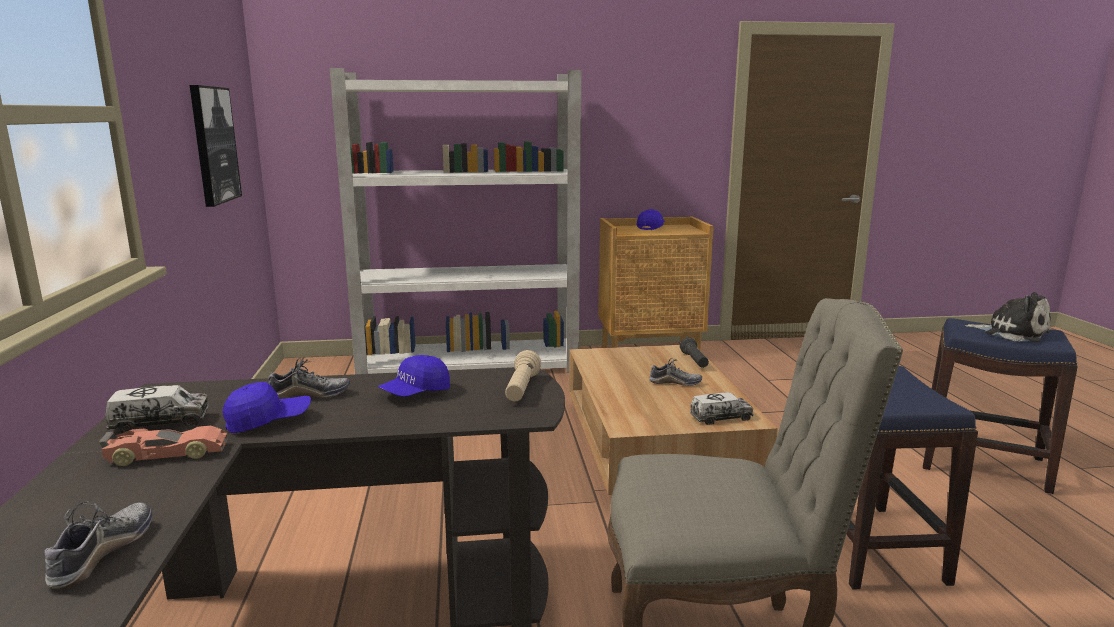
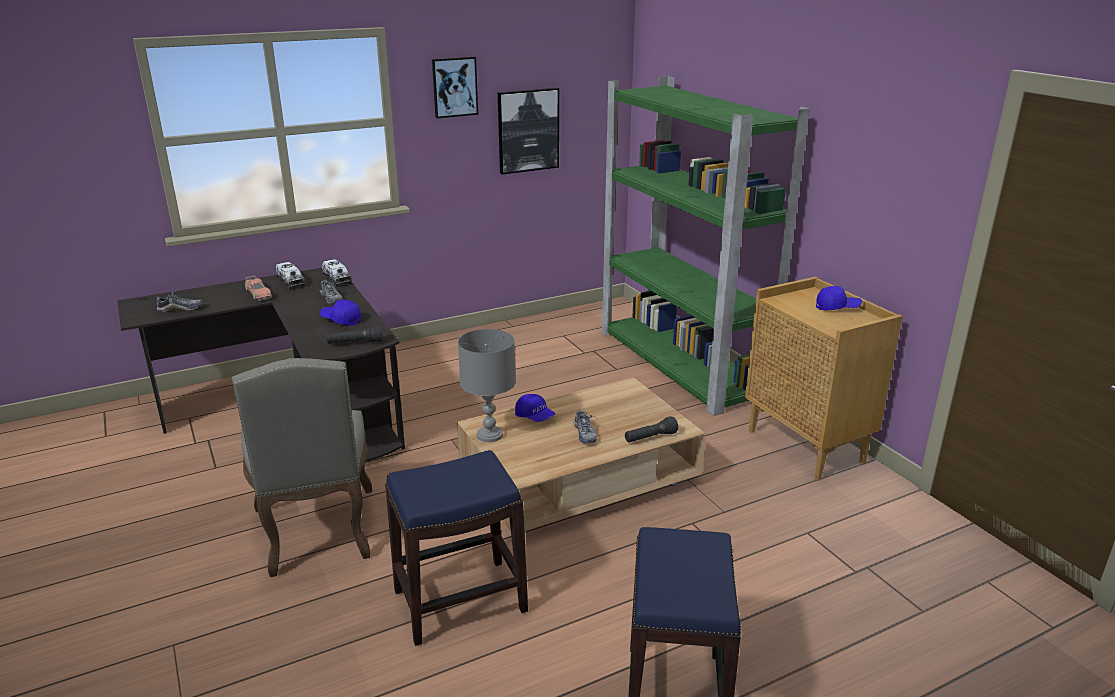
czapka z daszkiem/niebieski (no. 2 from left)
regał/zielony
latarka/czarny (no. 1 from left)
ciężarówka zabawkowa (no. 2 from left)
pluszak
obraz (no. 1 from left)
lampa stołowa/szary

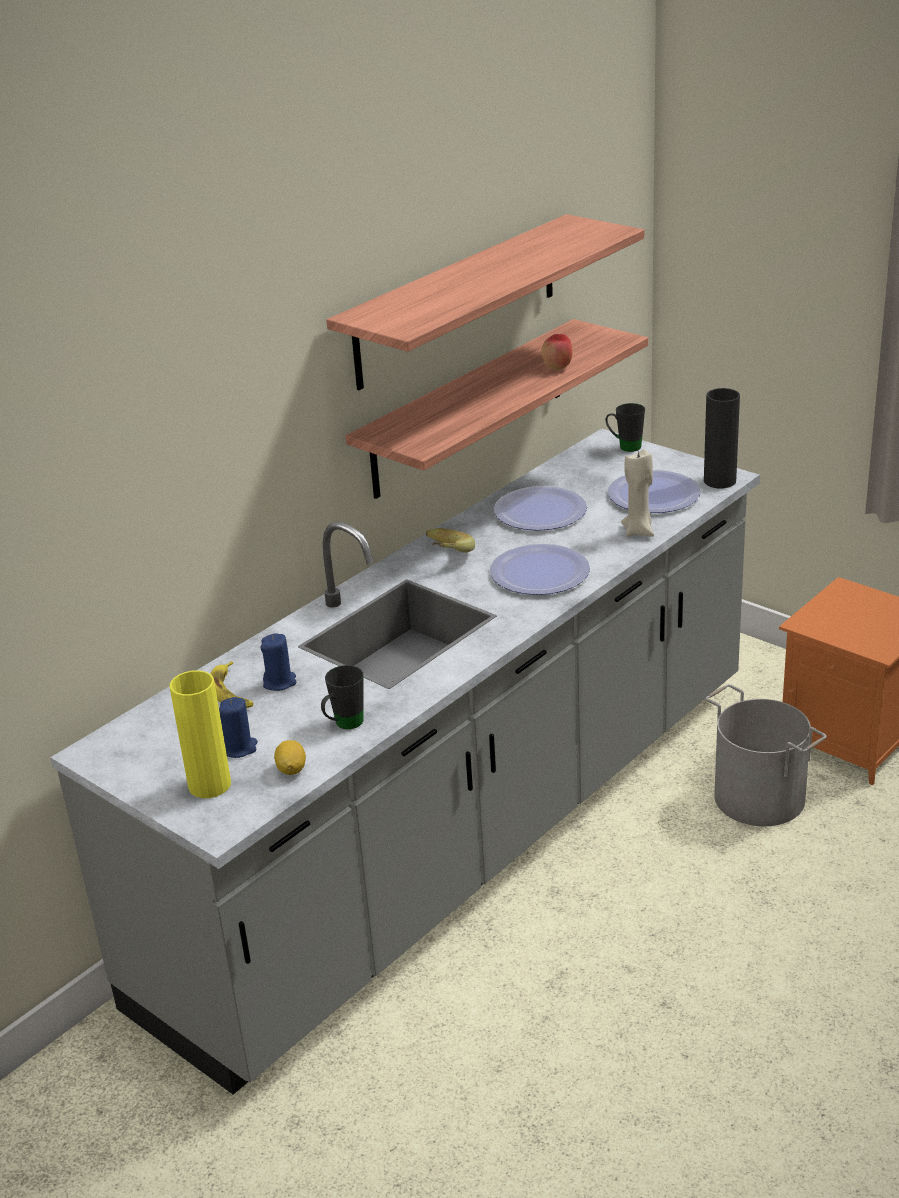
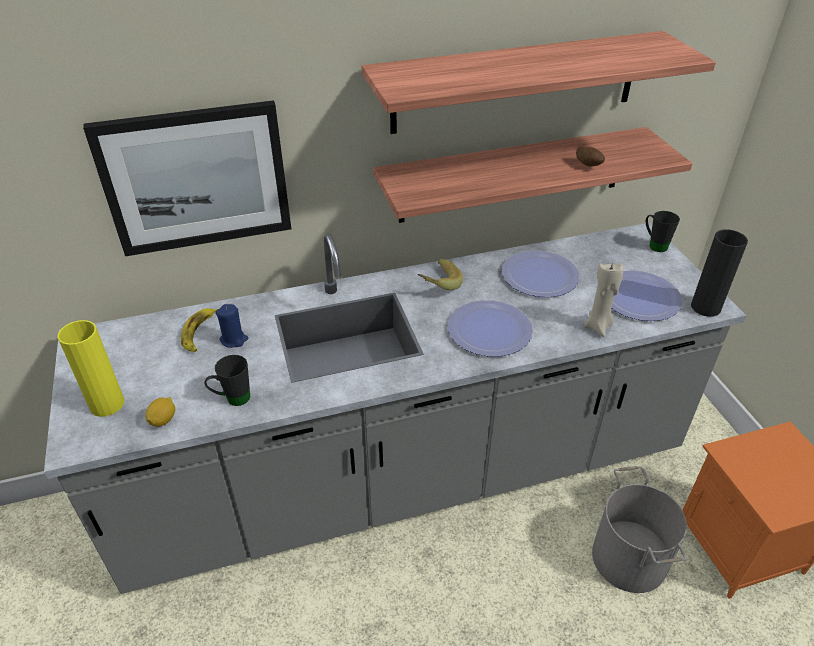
świeca/niebieski (no. 1 from left in the first image)
ziemniak
obraz

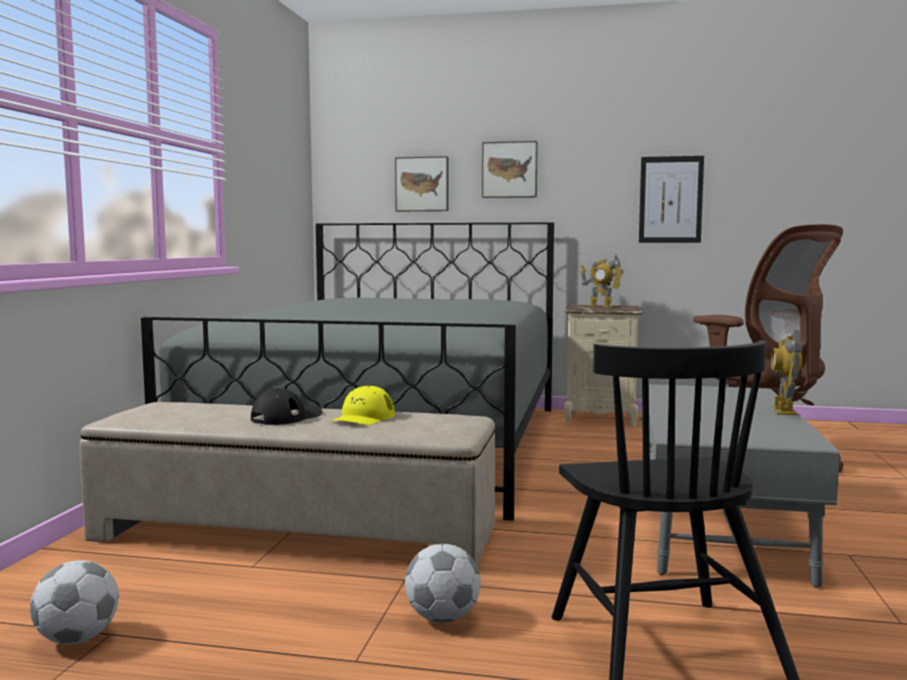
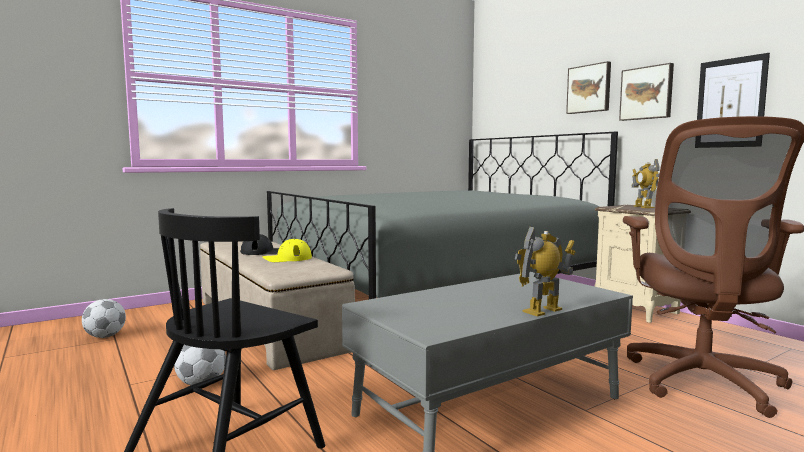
obraz (no. 2 from left)

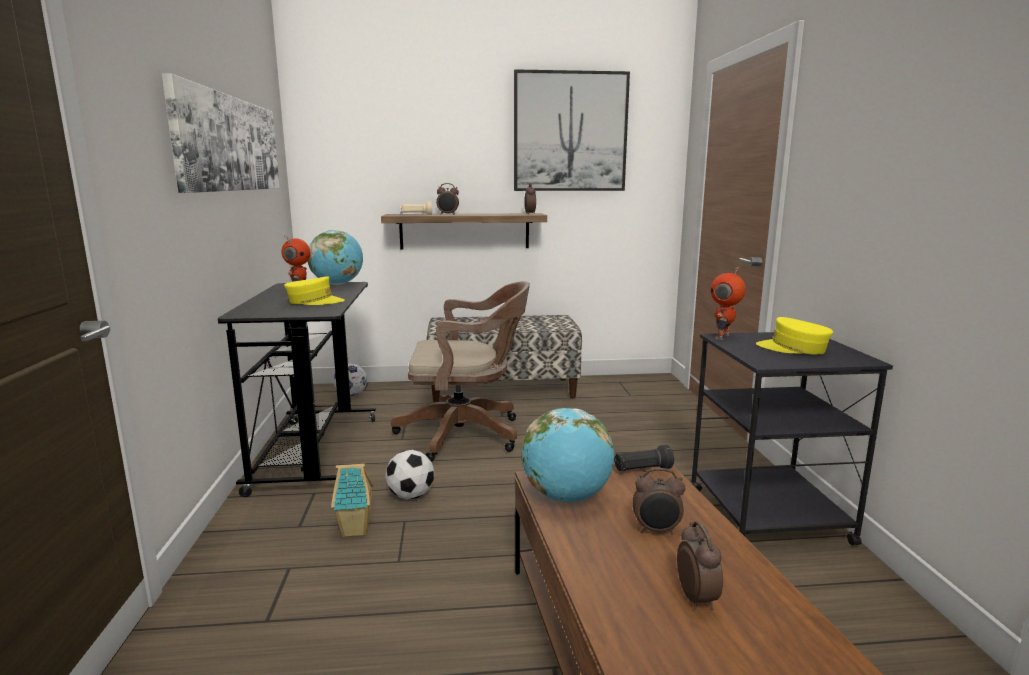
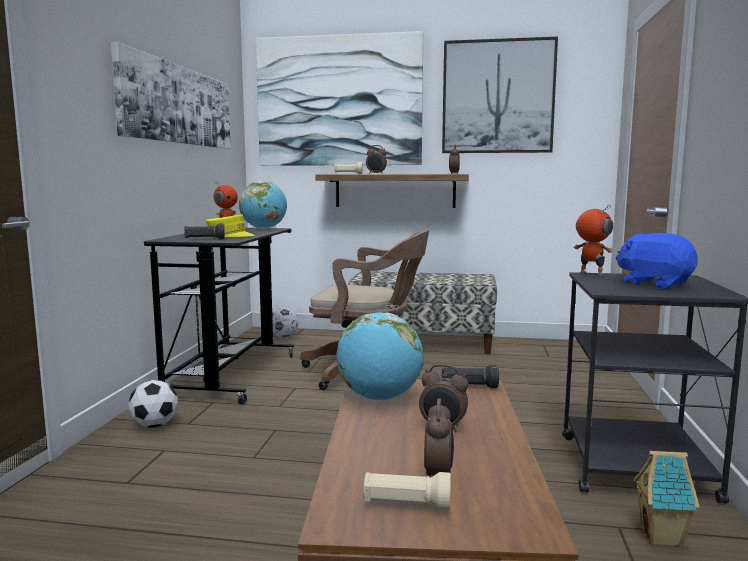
domek
piłka futbolowa (no. 1 from left)
robot zabawkowy (no. 2 from left)
pluszak/niebieski
latarka/czarny (no. 1 from left)
obraz (no. 2 from left)
latarka/beżowy (no. 2 from left)

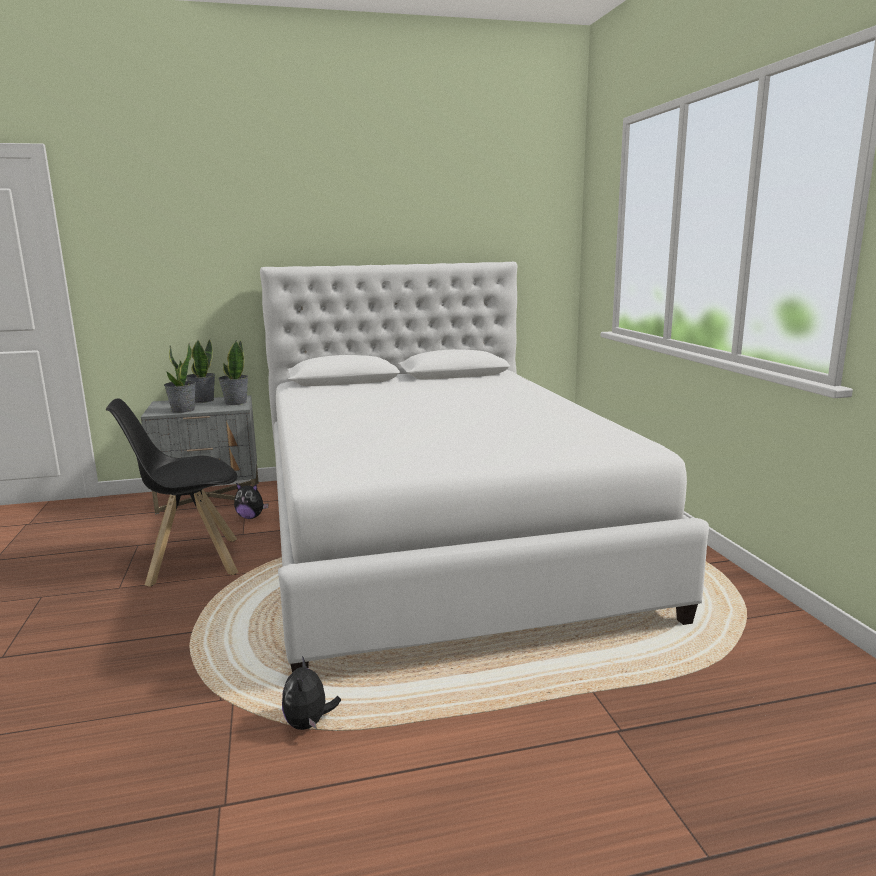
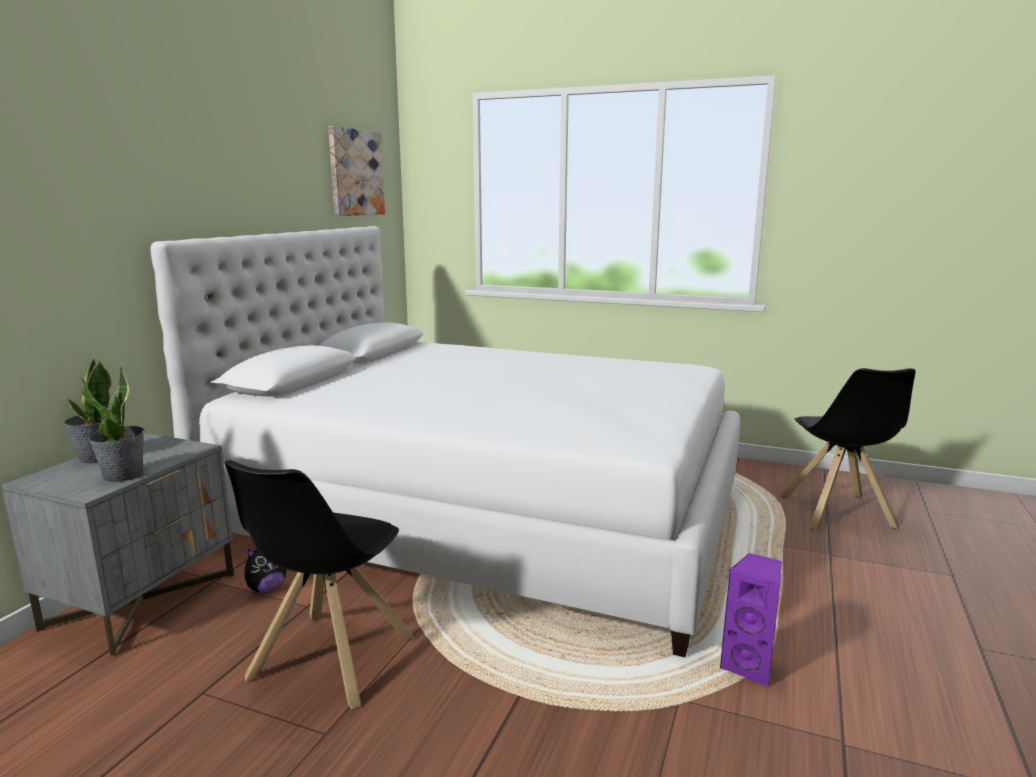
roślina doniczkowa (no. 3 from left in the first image)
głośnik/fioletowy
obraz
krzesło/czarny (no. 2 from left)

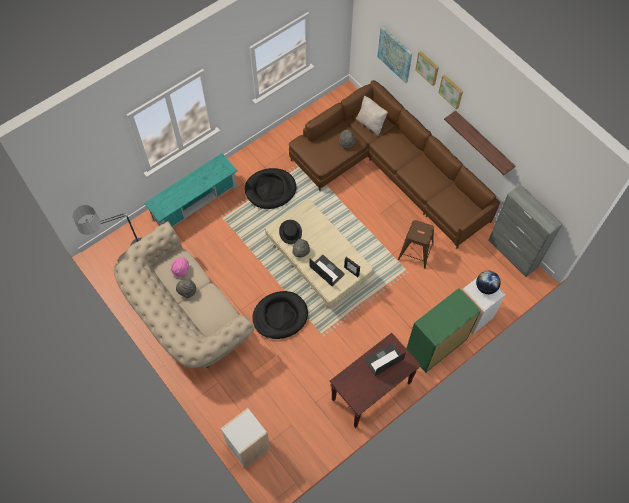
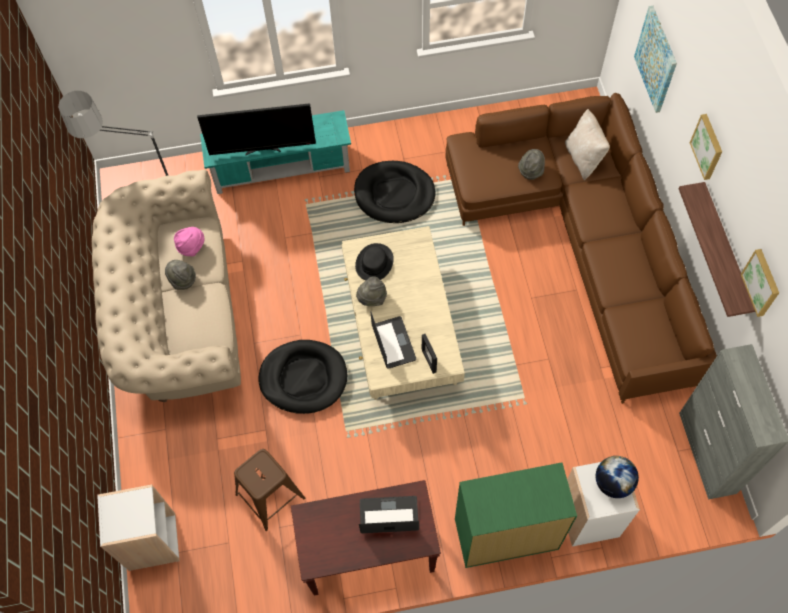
stołek/brązowy
obraz (no. 3 from left)
telewizor

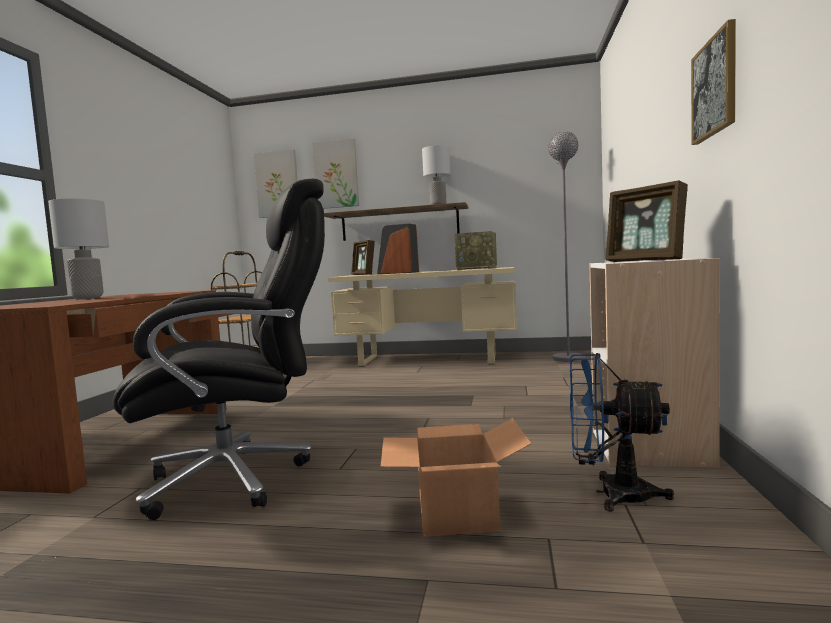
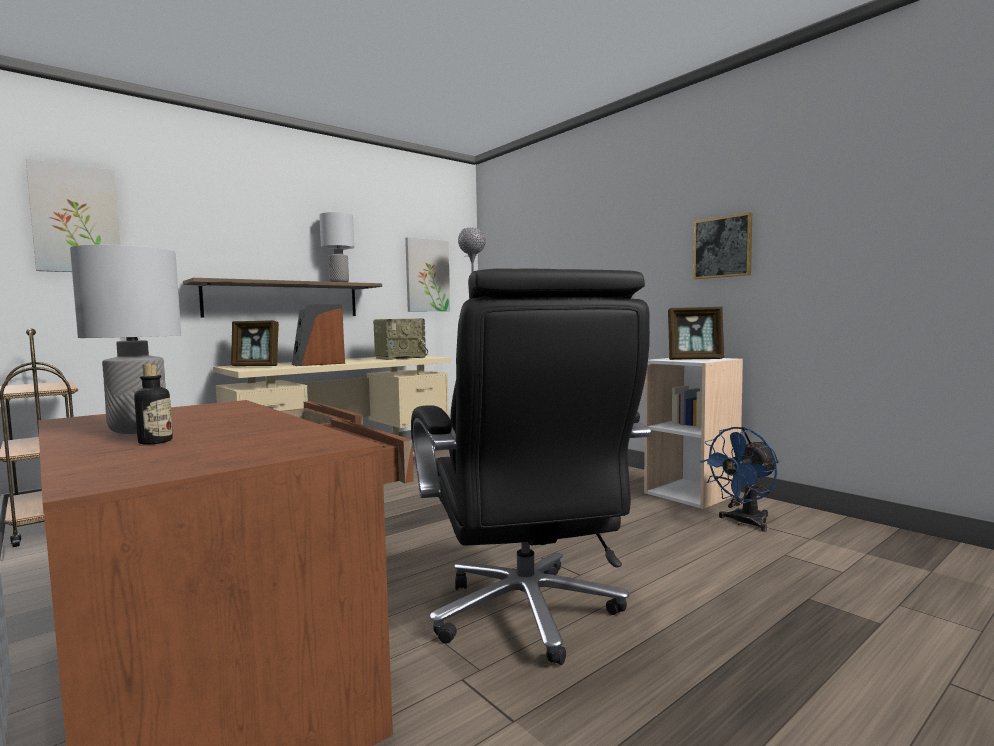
krzesło biurowe/czarny
obraz (no. 2 from left)
karton
butelka

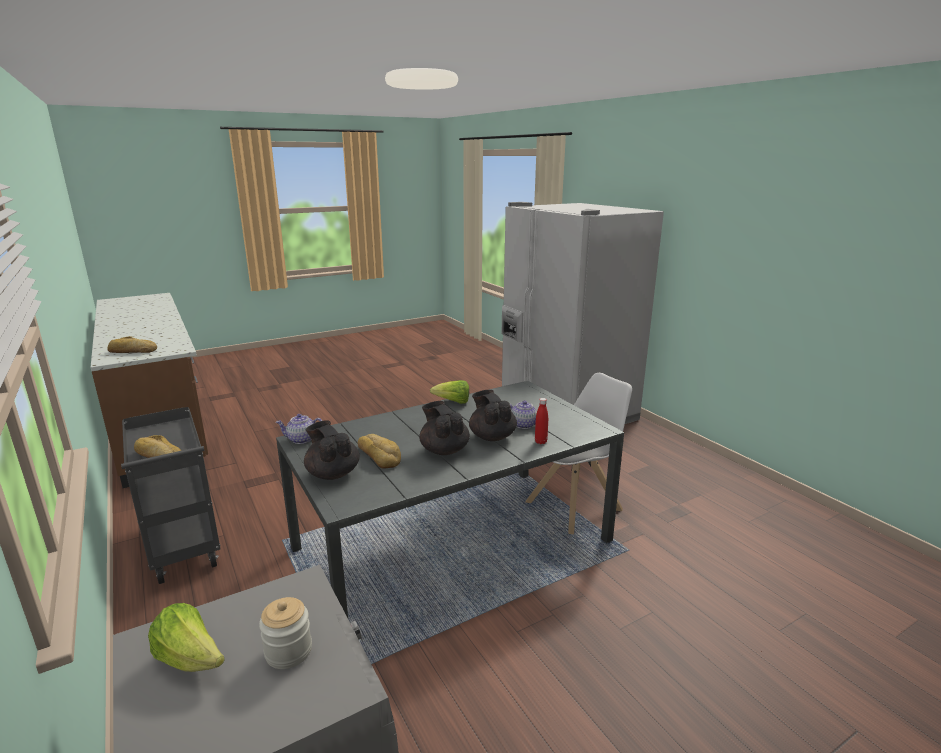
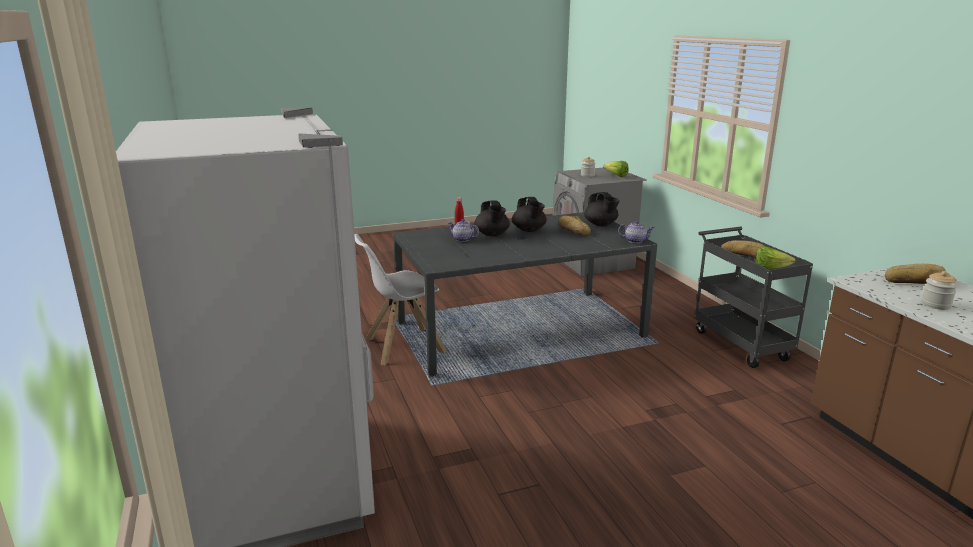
sałata (no. 2 from left)
słoik (no. 2 from left)

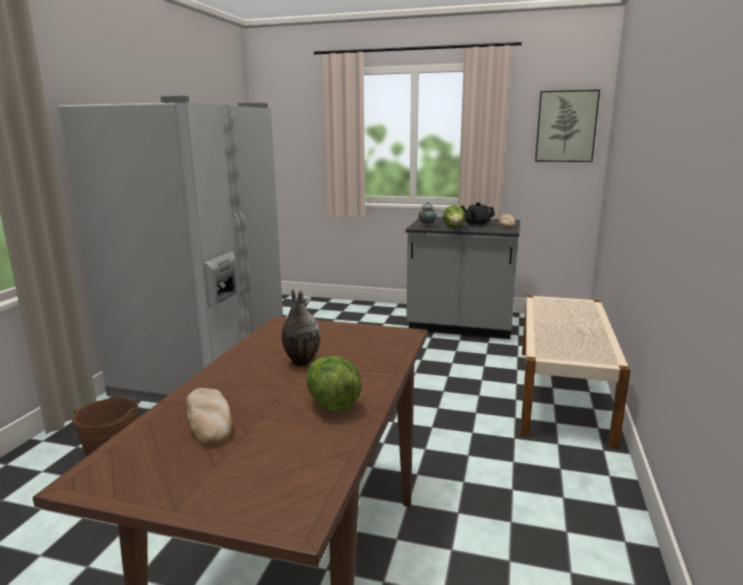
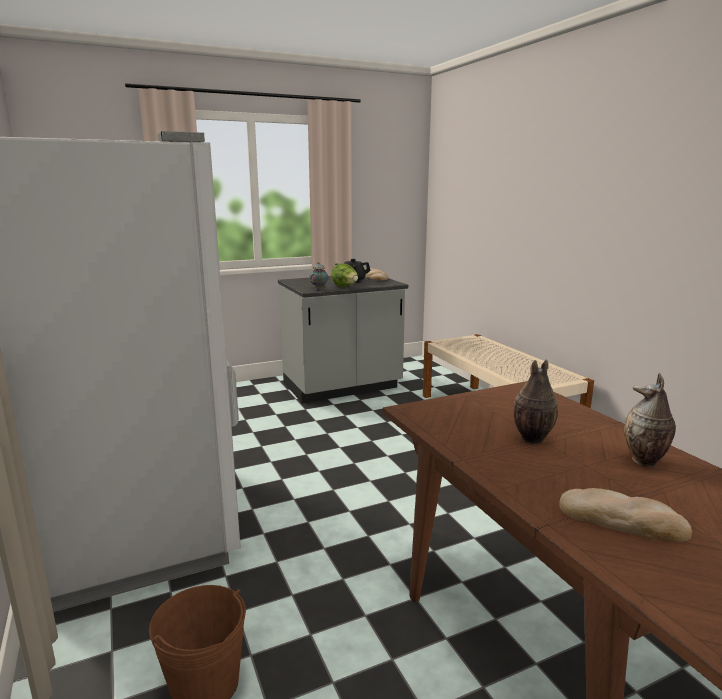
wazon (no. 2 from left)
obraz

